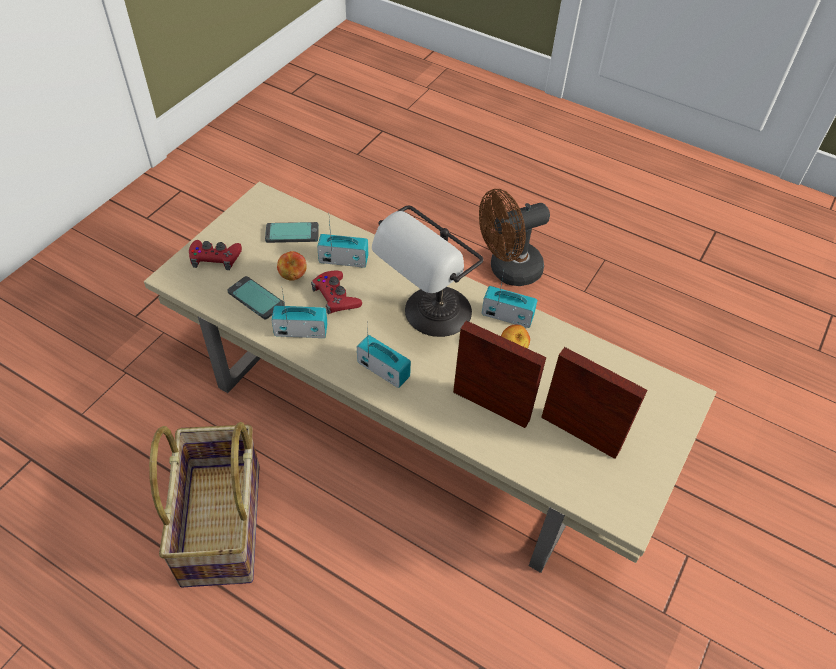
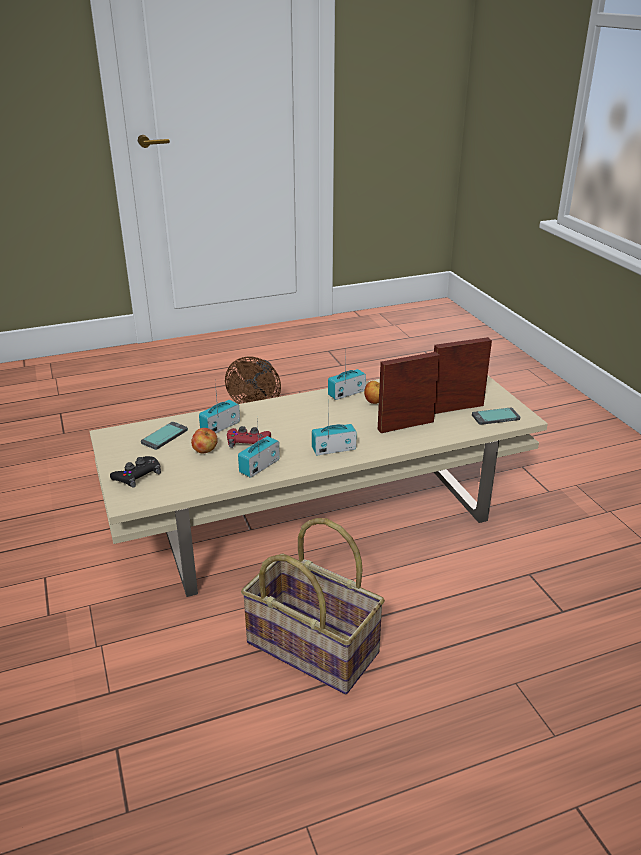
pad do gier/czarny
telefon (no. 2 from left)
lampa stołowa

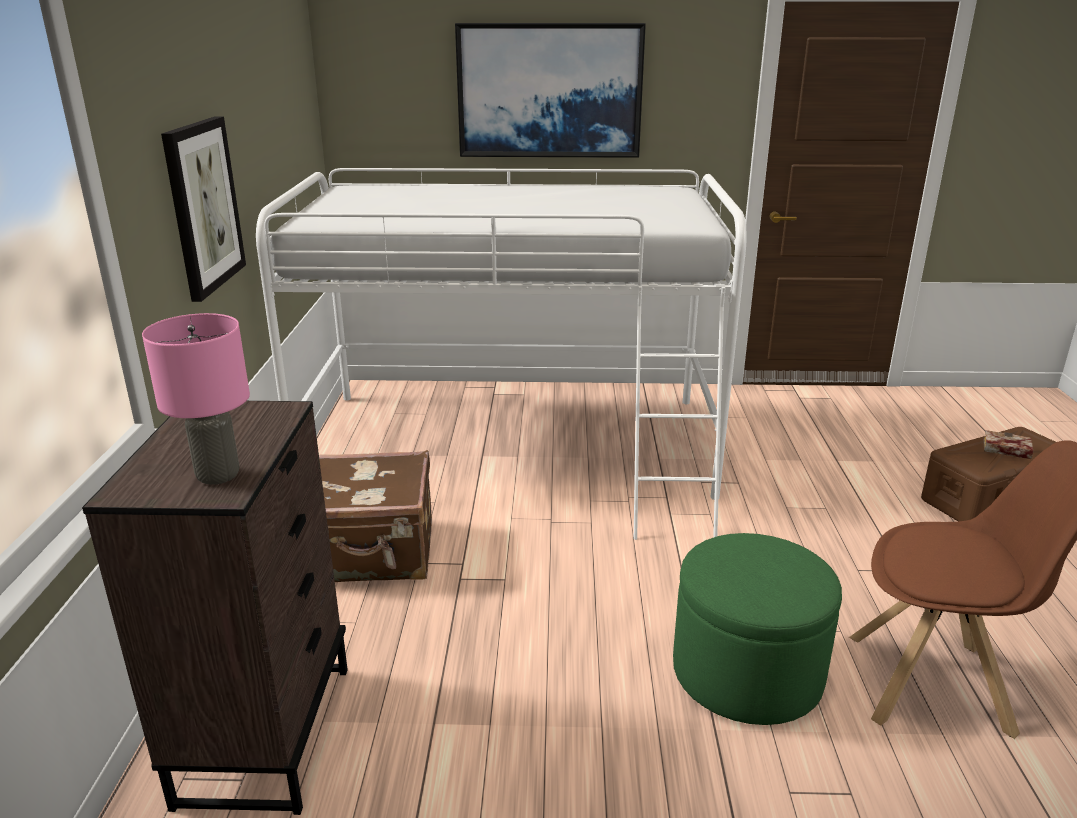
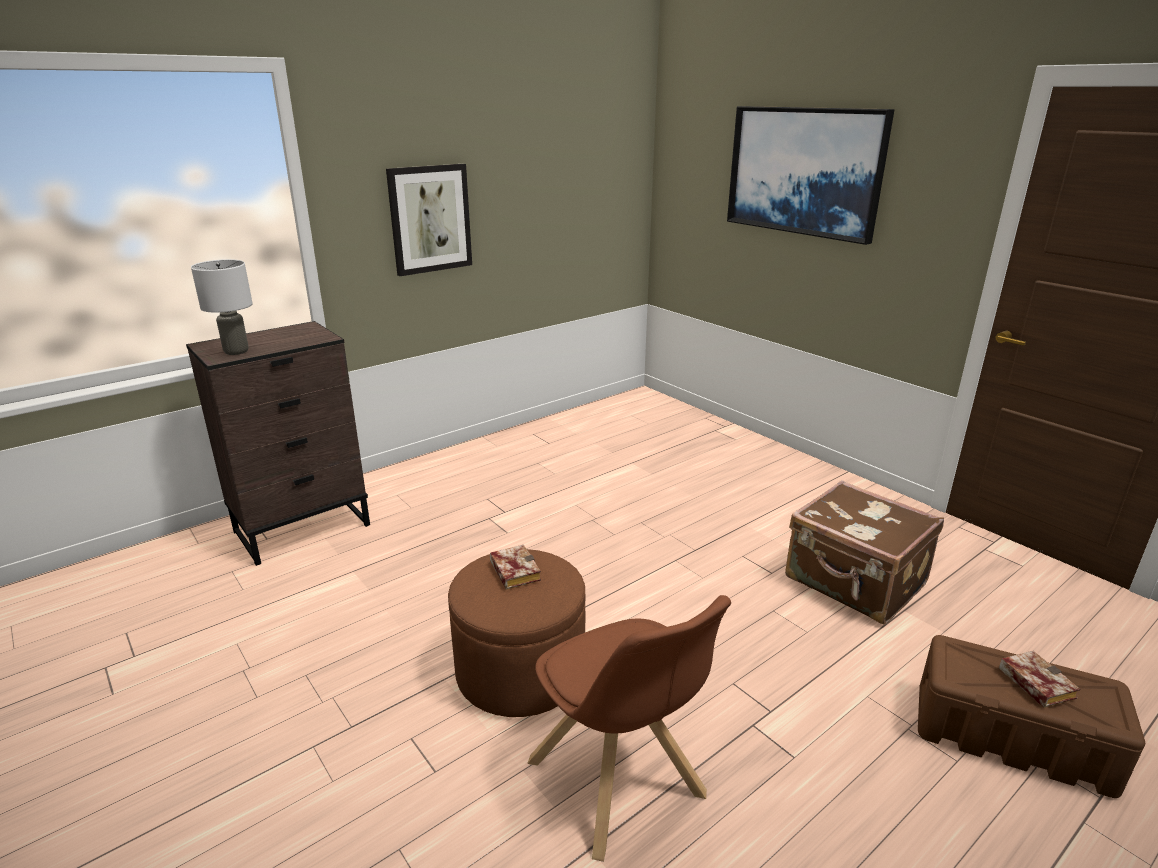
lampa stołowa/biały
łóżko/biały
walizka/brązowy
pufa/brązowy
książka (no. 1 from left)

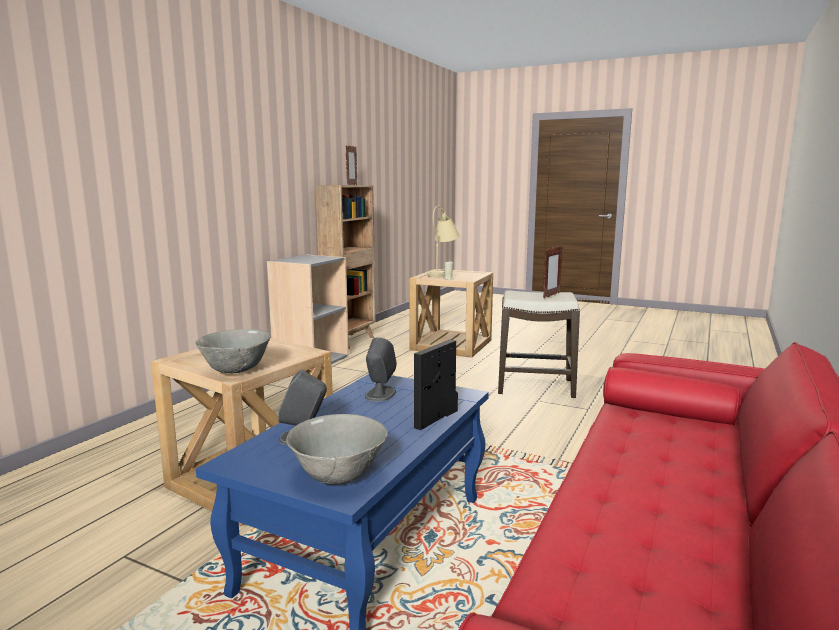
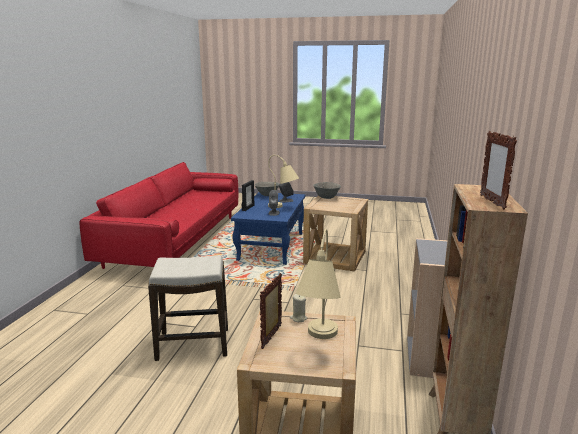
ramka na zdjęcie (no. 2 from left)
lampa stołowa/beżowy (no. 1 from left)

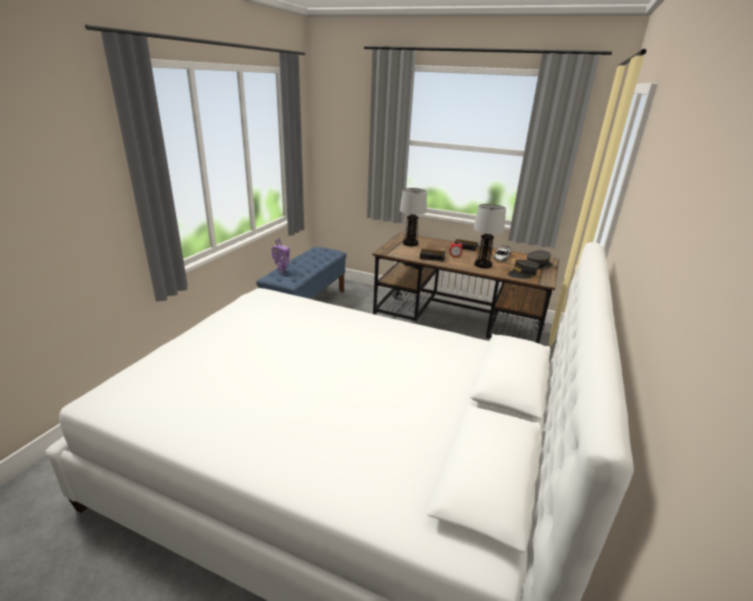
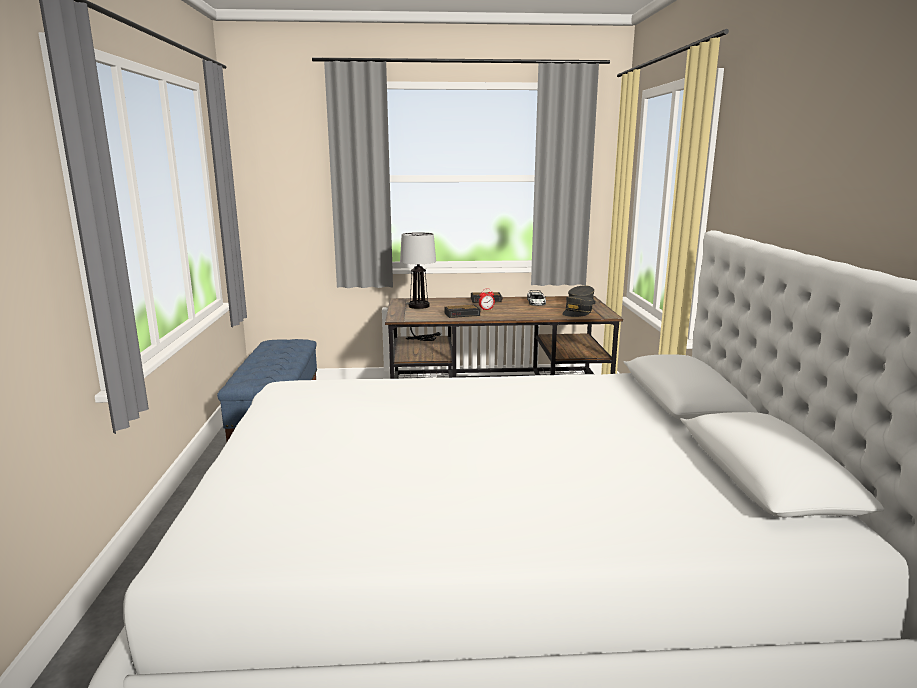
robot zabawkowy
lampa stołowa (no. 2 from left in the first image)

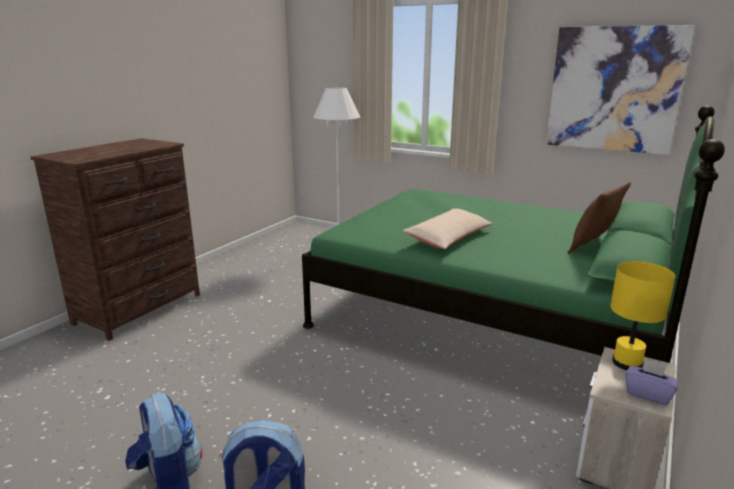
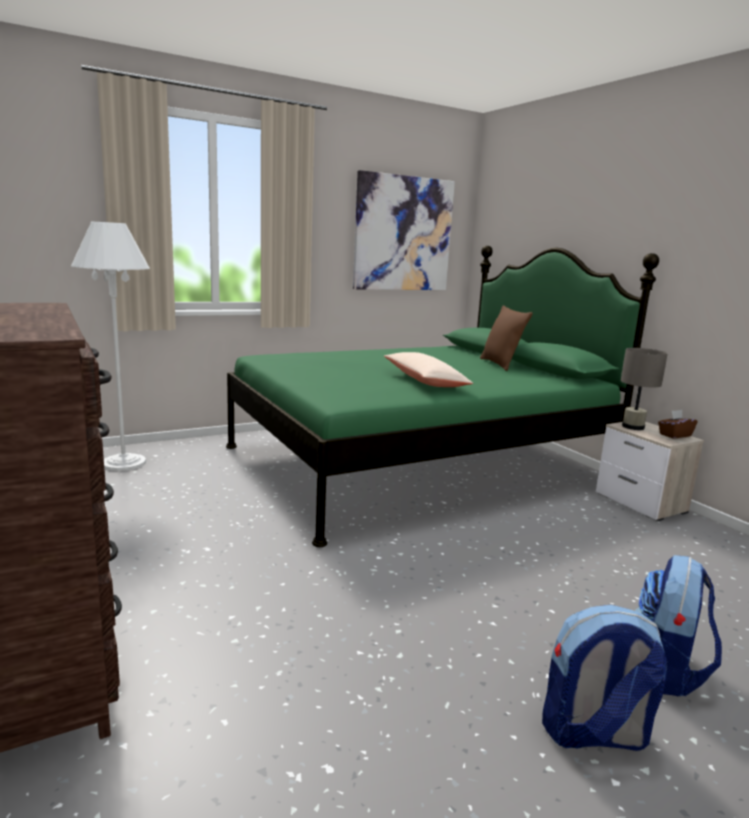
lampa stołowa/szary
pudełko chusteczek/brązowy

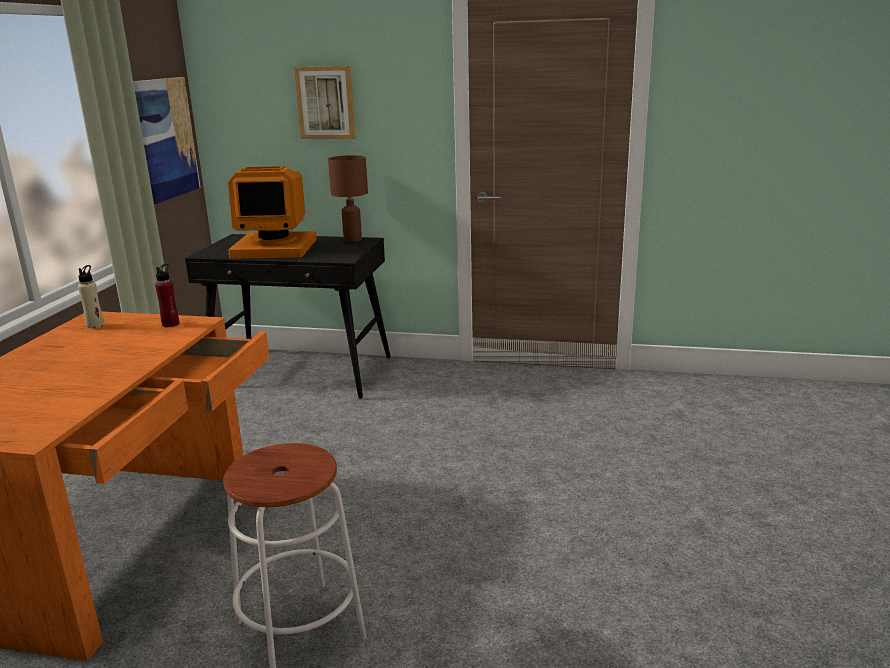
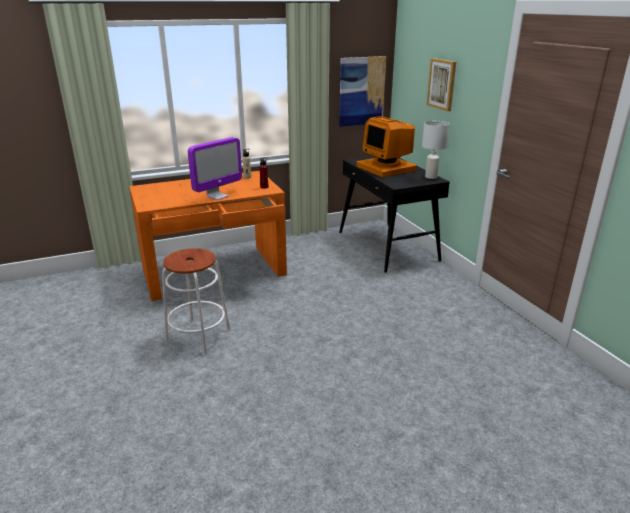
lampa stołowa/biały
monitor (no. 1 from left)

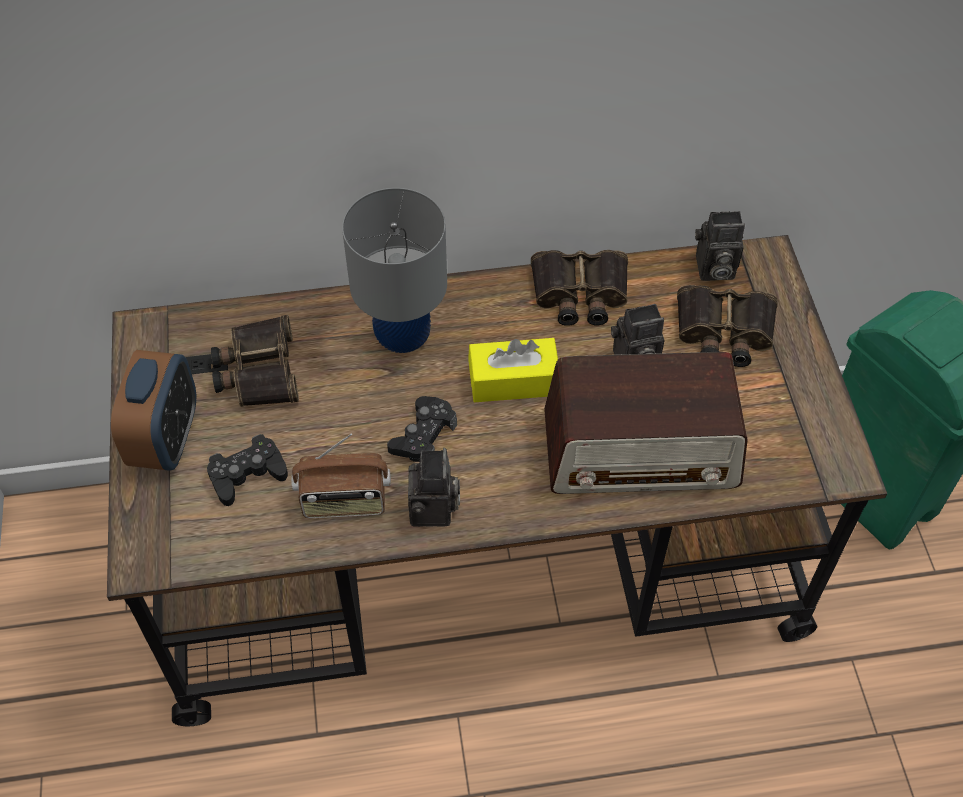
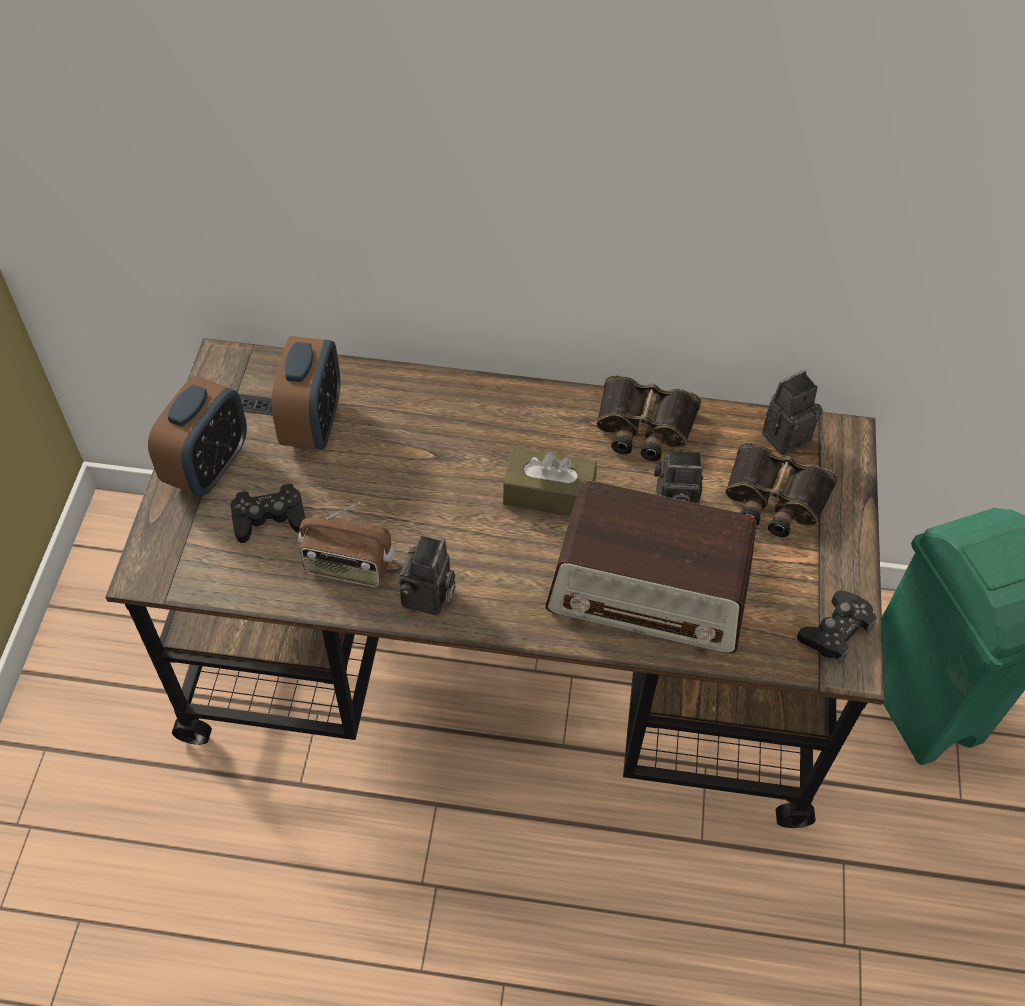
budzik (no. 2 from left)
lampa stołowa/szary
pad do gier/czarny (no. 2 from left)
pudełko chusteczek/brązowy
aparat fotograficzny (no. 3 from left)

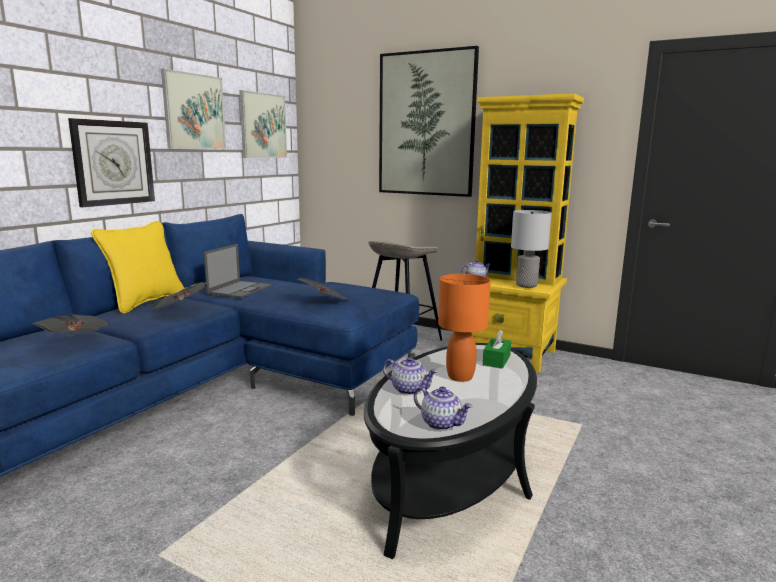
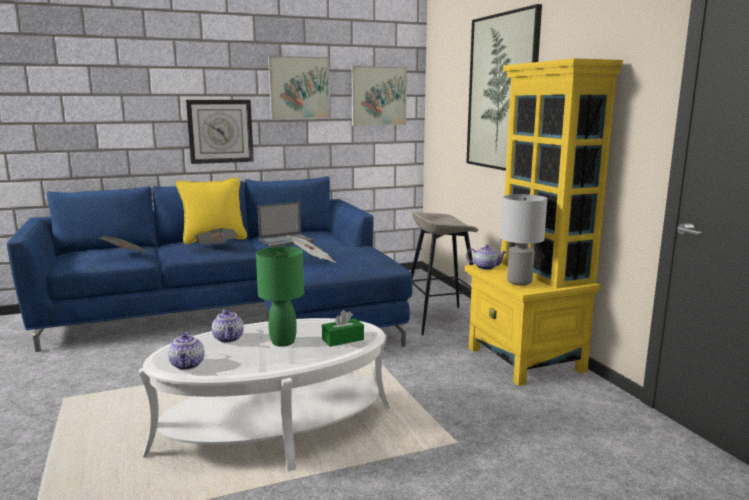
ława/biały
lampa stołowa/zielony

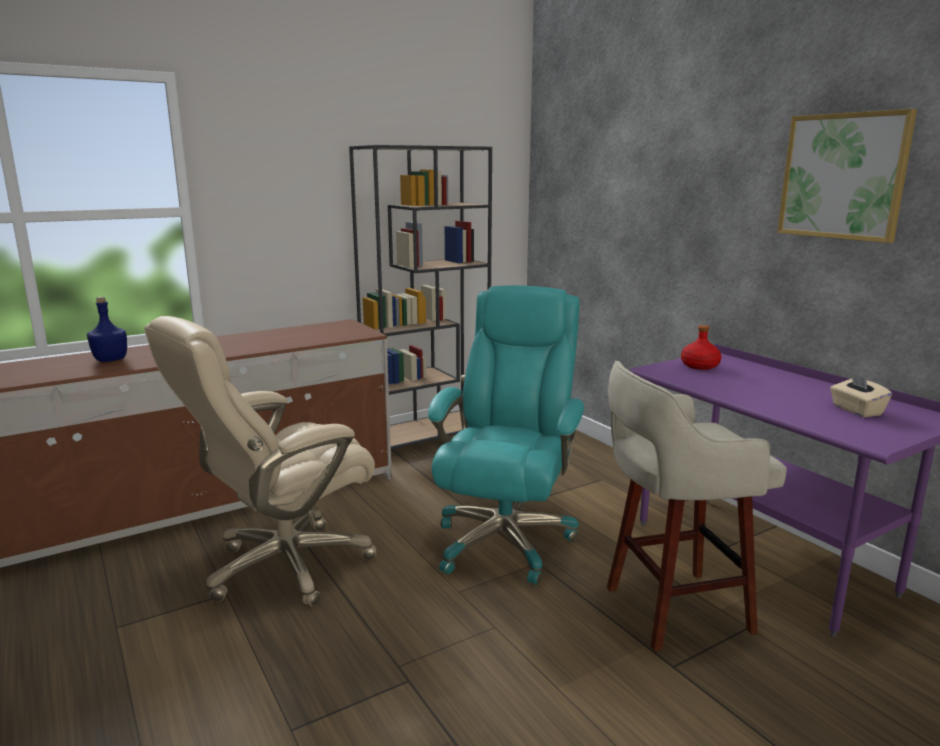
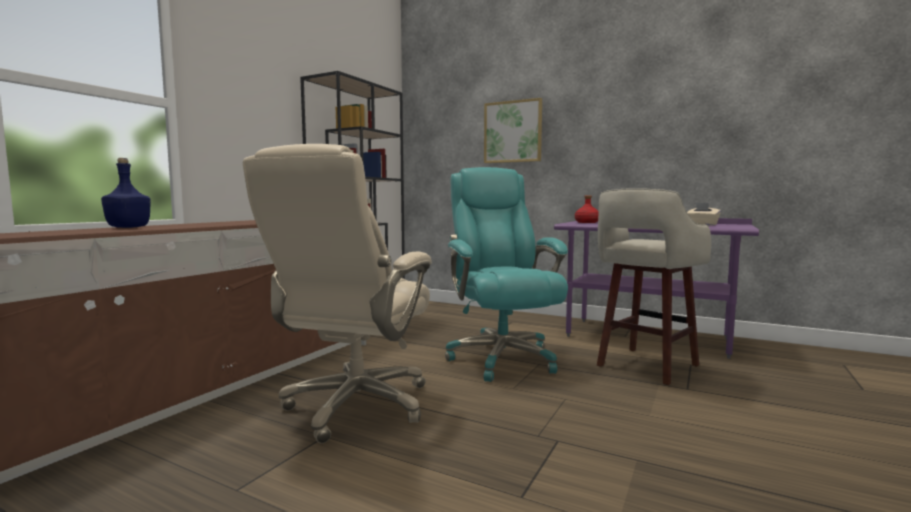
obraz

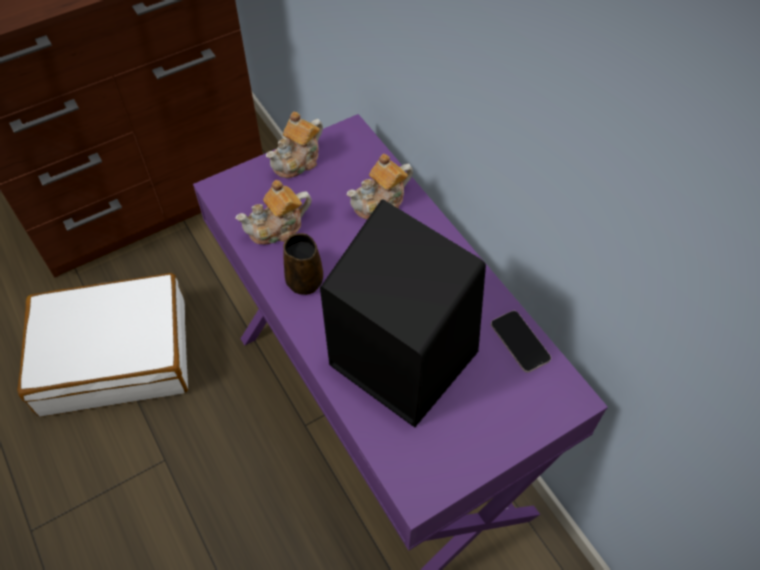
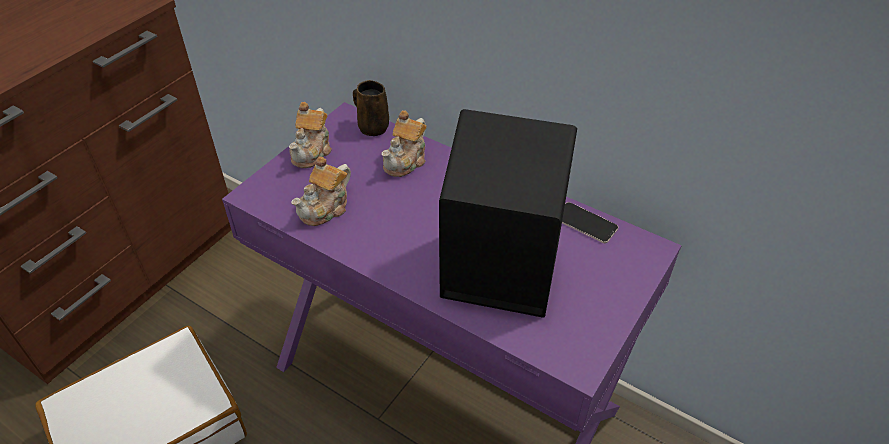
kubek/brązowy

